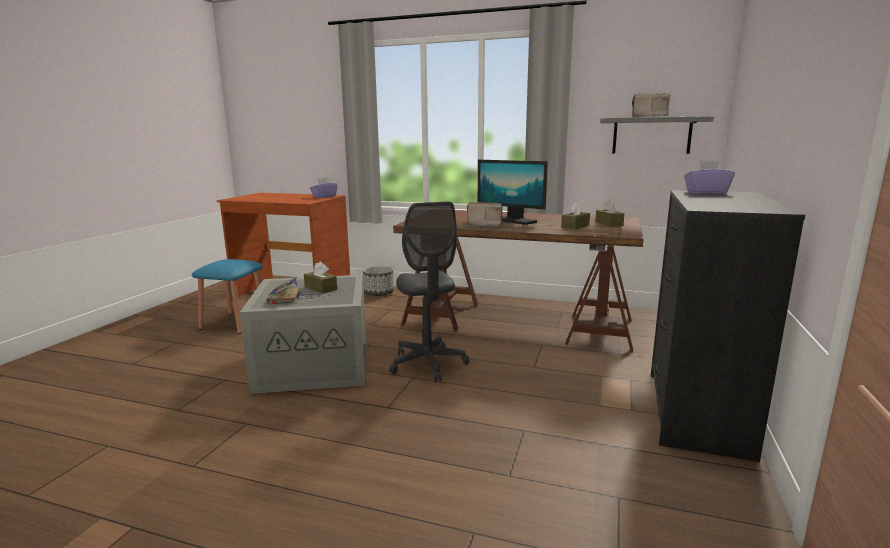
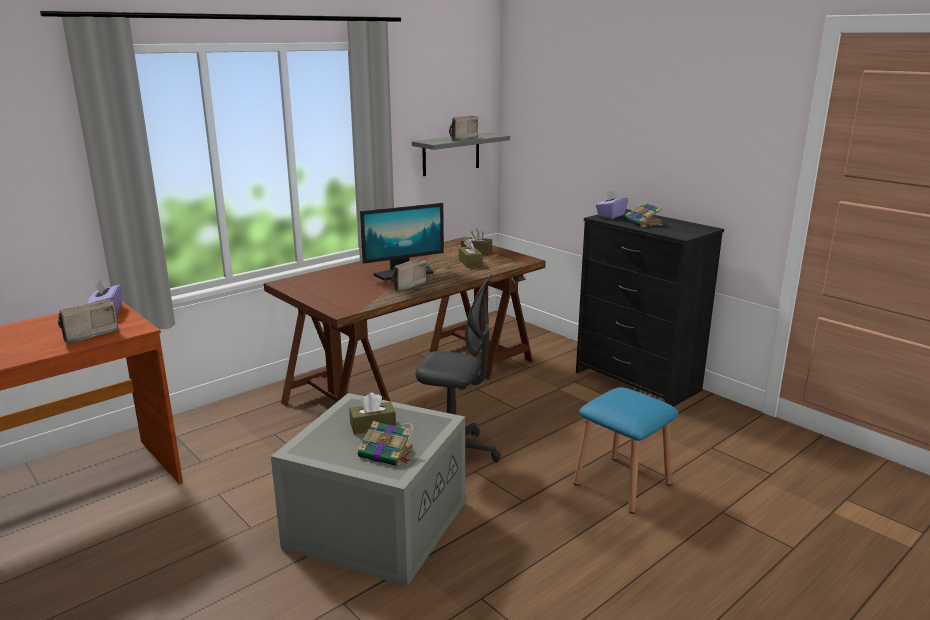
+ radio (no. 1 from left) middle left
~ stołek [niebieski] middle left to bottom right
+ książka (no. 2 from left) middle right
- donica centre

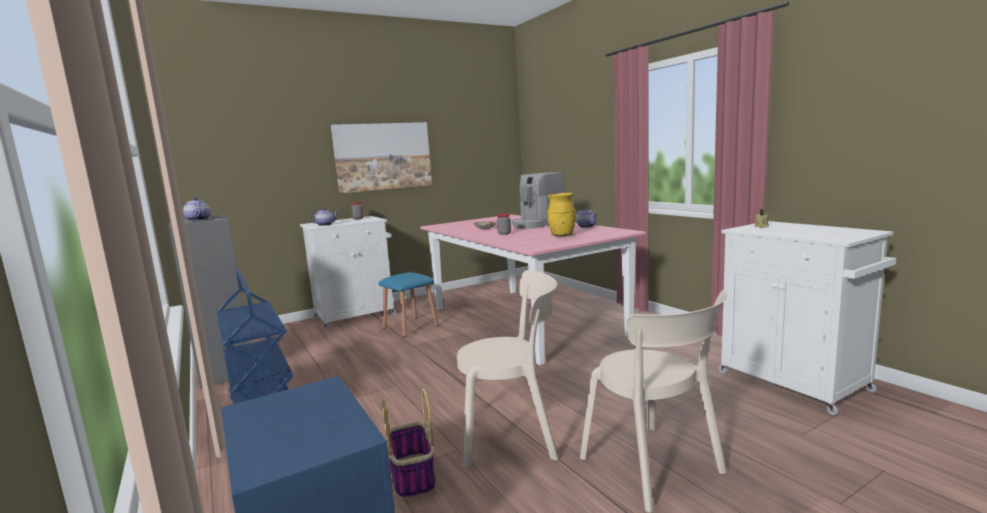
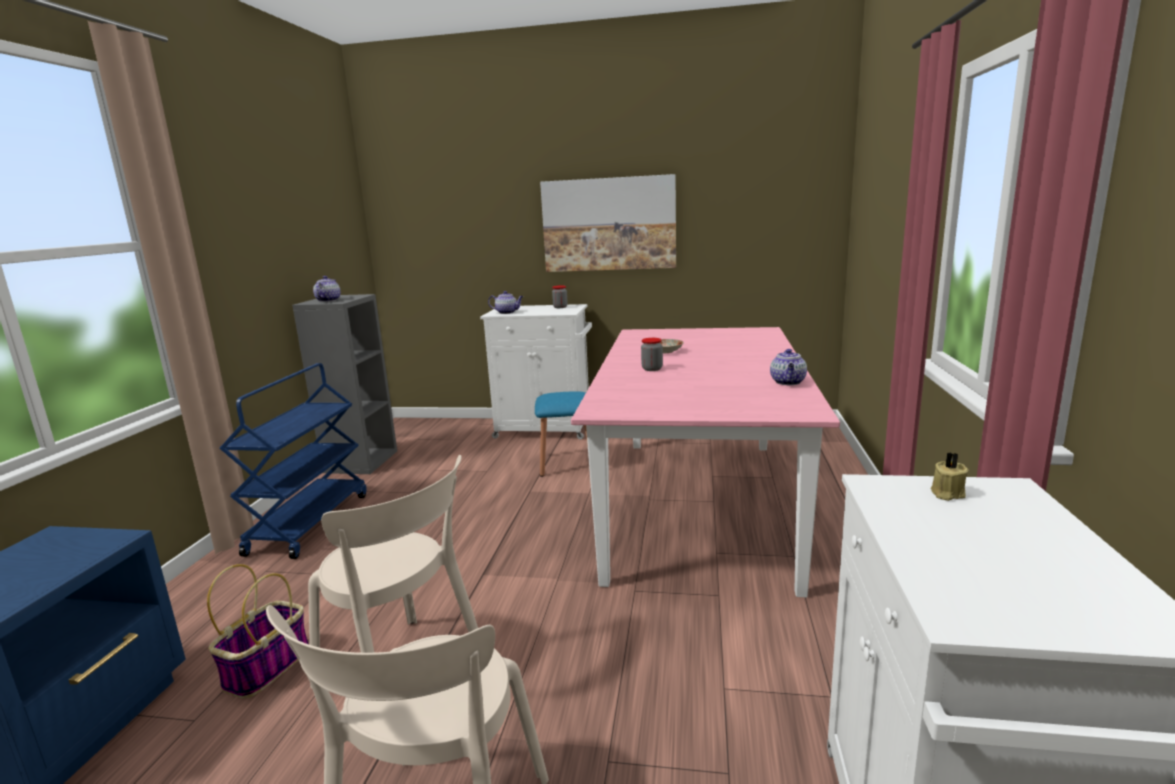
- ekspres do kawy centre
- wazon [żółty] centre

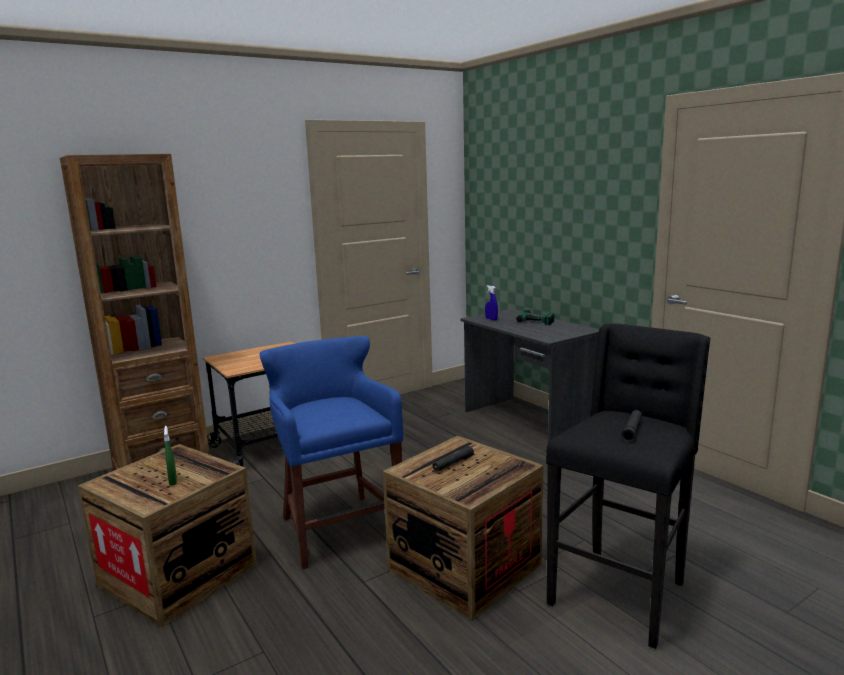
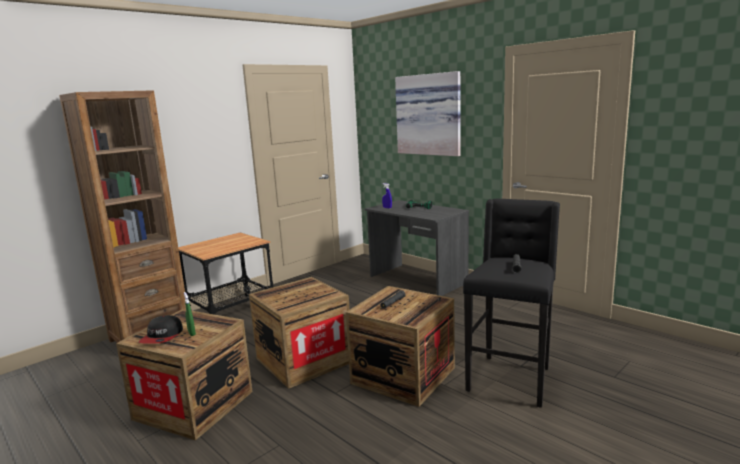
+ czapka z daszkiem bottom left
~ stołek [niebieski] bottom centre to skrzynka (no. 2 from left) bottom centre
+ obraz top centre

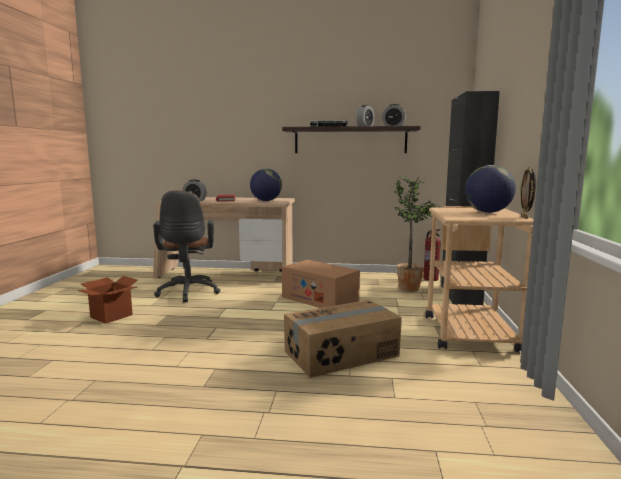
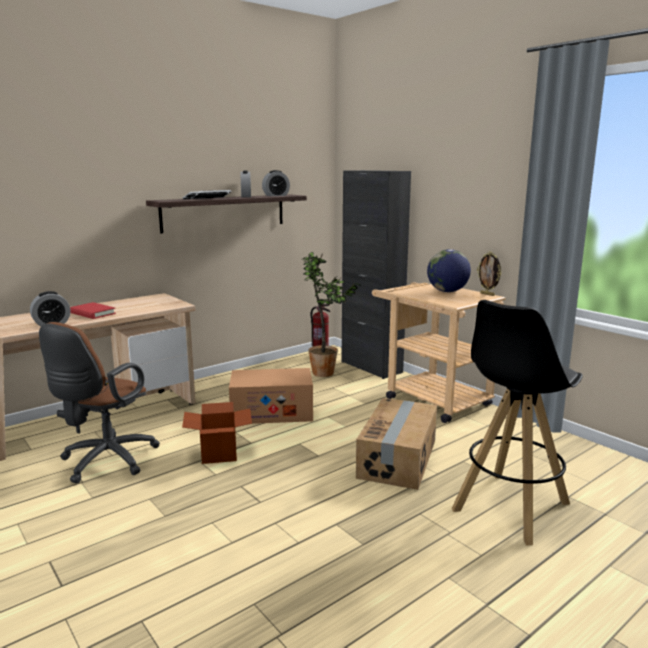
~ krzesło biurowe [brązowy] middle left = middle left 75 degrees clockwise
~ karton (no. 1 from left) middle left to bottom centre
+ stołek [czarny] middle right
- globus (no. 1 from left) centre

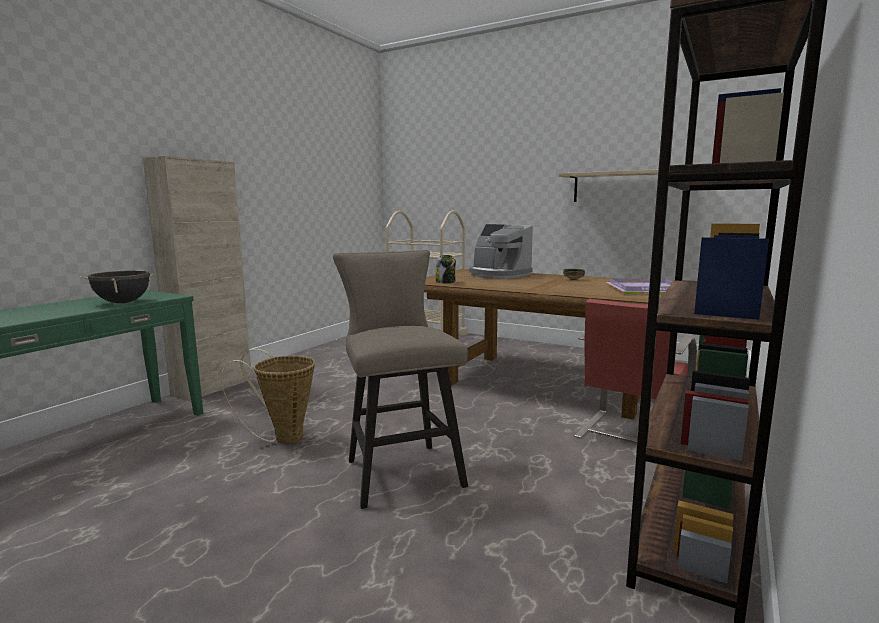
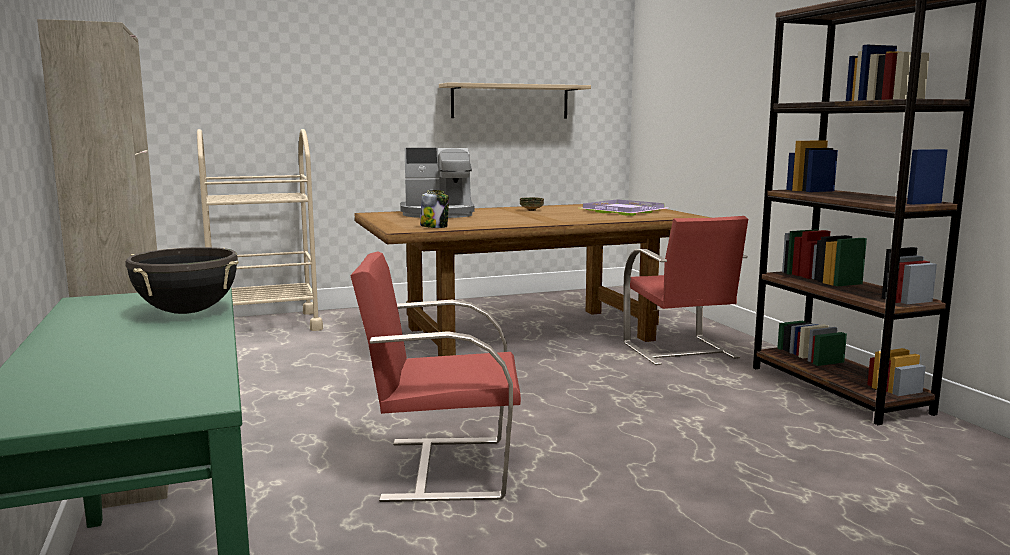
~ koszyk middle left to krzesło [czerwony] (no. 1 from left) bottom centre
- stołek [beżowy] centre

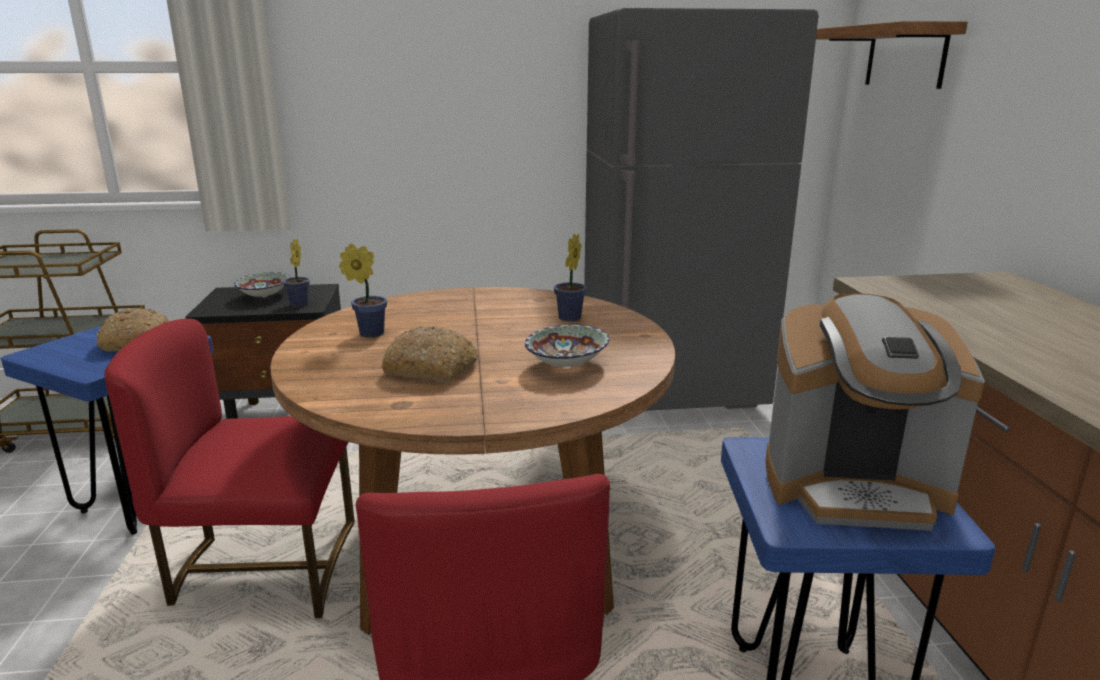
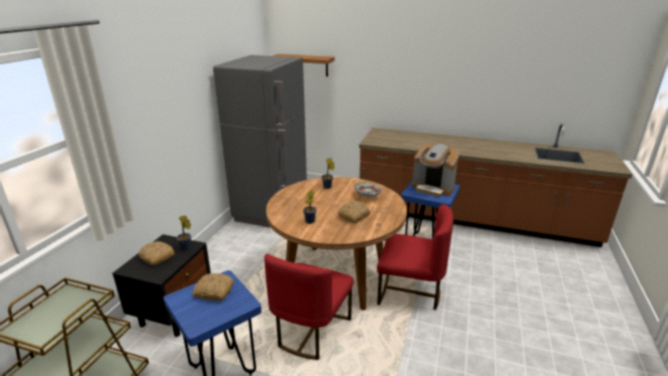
~ miska (no. 1 from left) middle left to chleb (no. 1 from left) bottom left
~ ekspres do kawy middle right = centre 90 degrees clockwise

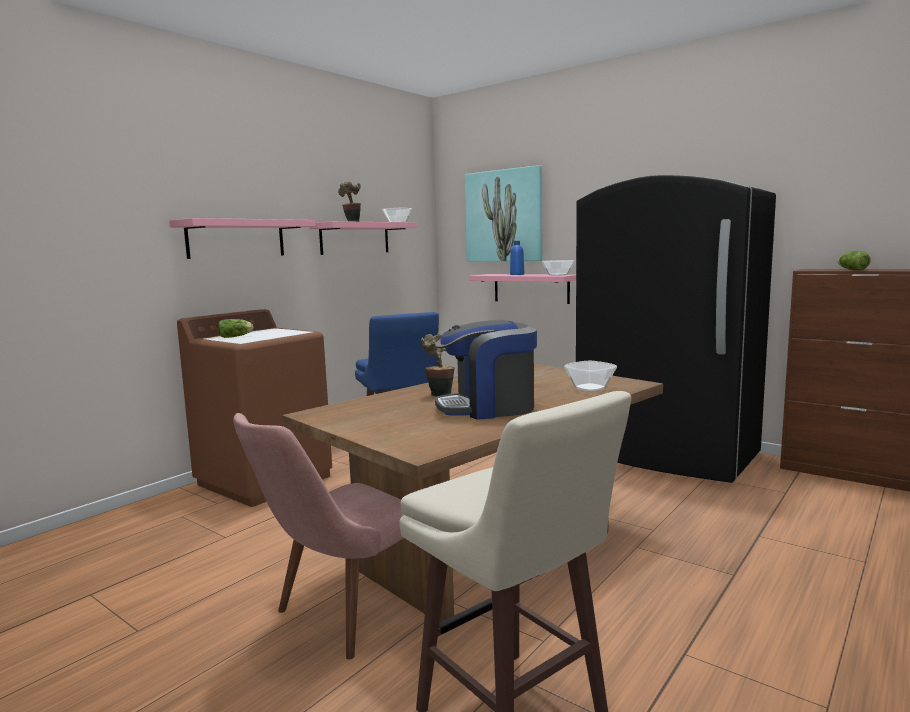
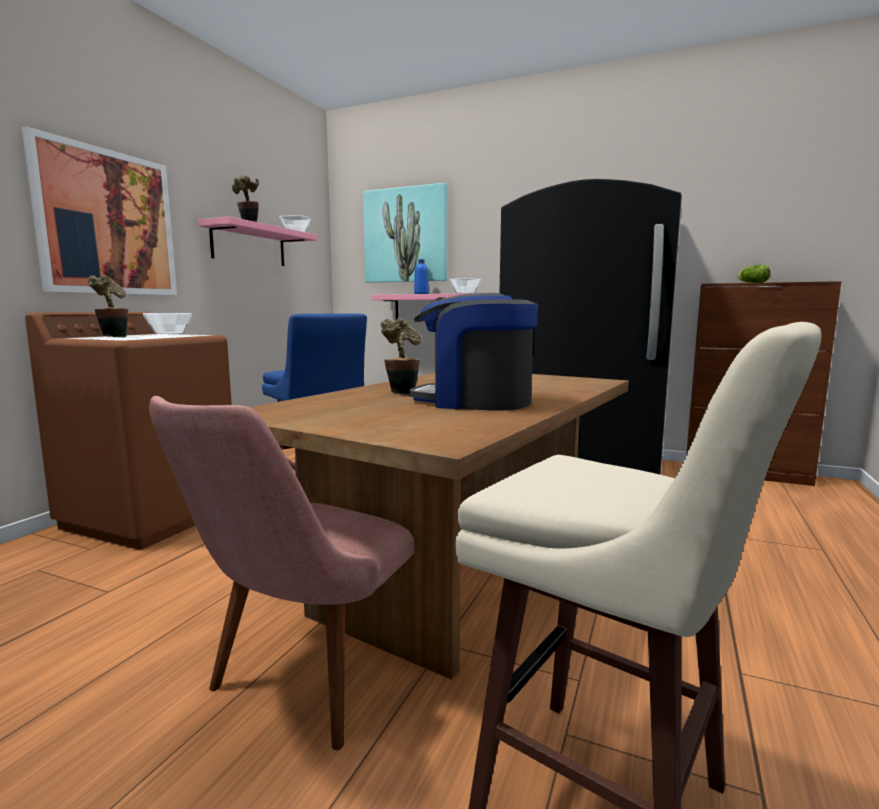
~ półka [różowy] (no. 1 from left) middle left to obraz (no. 1 from left) top left
~ sałata (no. 1 from left) middle left to roślina doniczkowa (no. 1 from left) middle left
~ miska (no. 3 from left in the first image) centre to miska (no. 1 from left) middle left
~ ekspres do kawy centre = centre 45 degrees clockwise

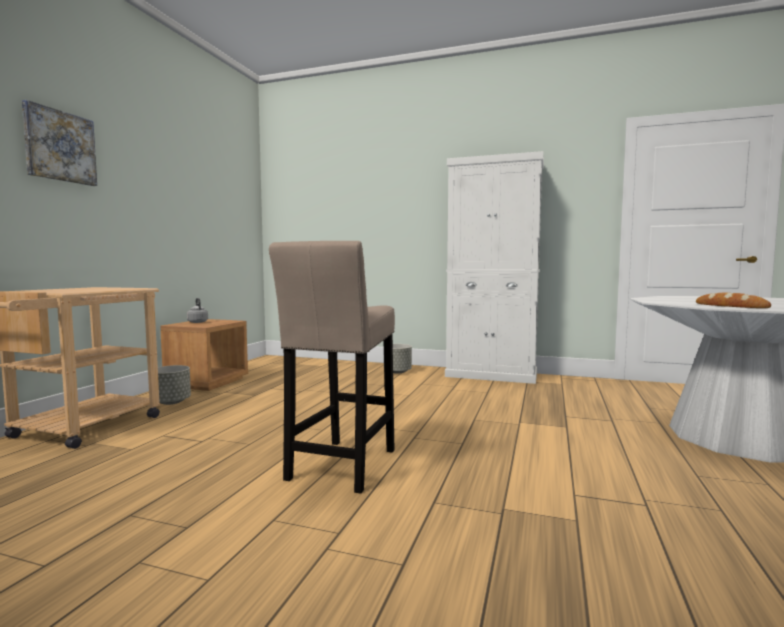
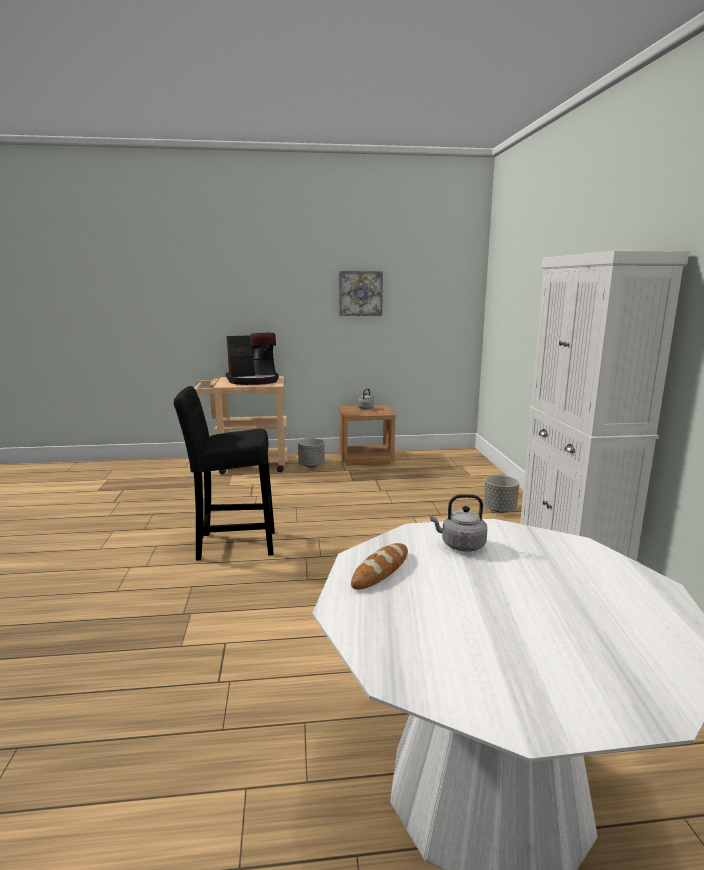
~ stołek [beżowy] centre to stołek [czarny] middle left
+ ekspres do kawy centre
~ obraz top left to centre
+ czajnik [szary] (no. 2 from left) centre

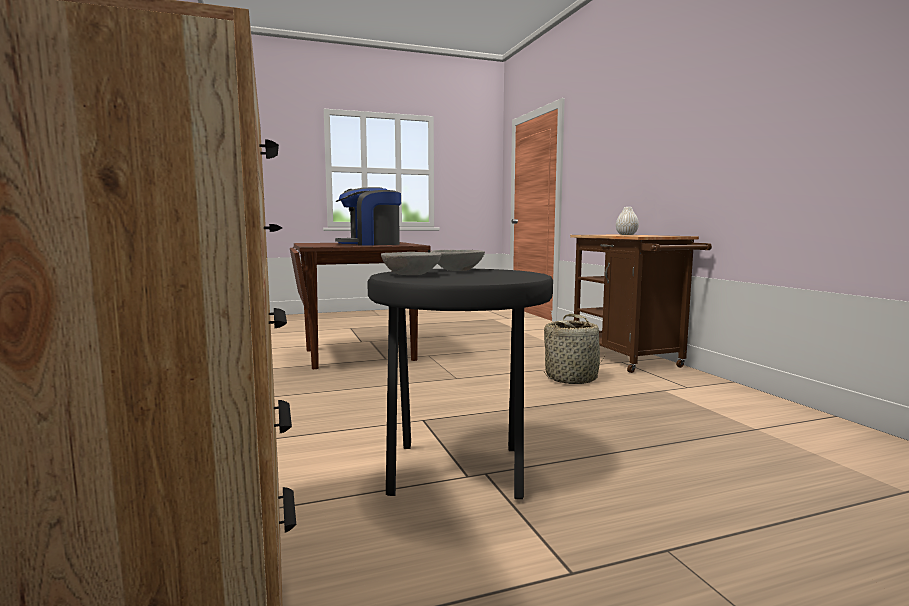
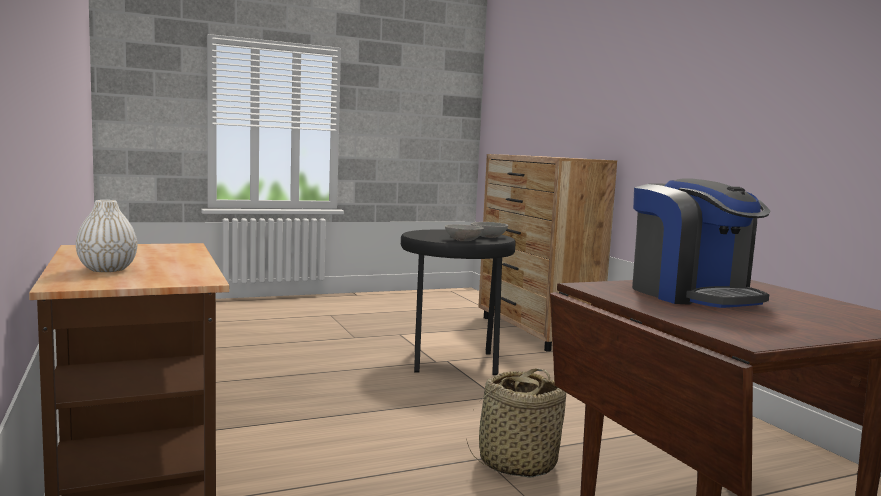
~ koszyk centre to bottom centre
~ ekspres do kawy centre = middle right 90 degrees clockwise

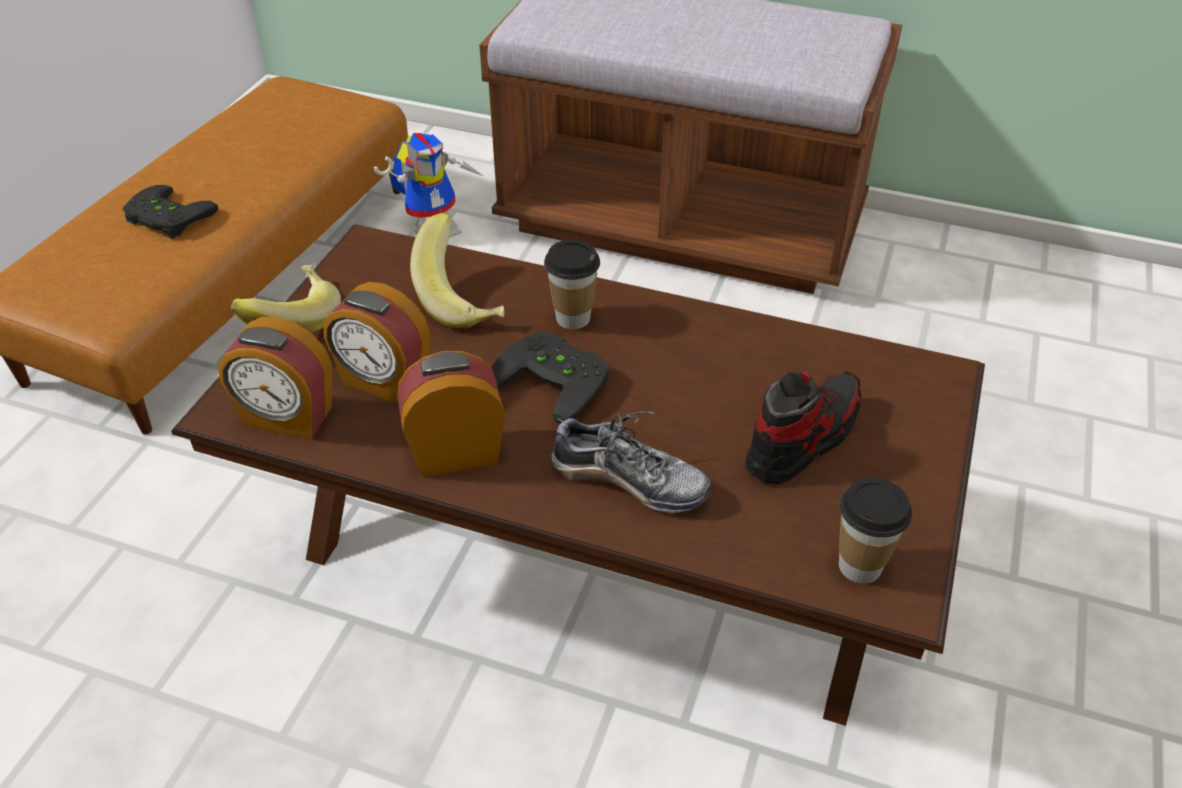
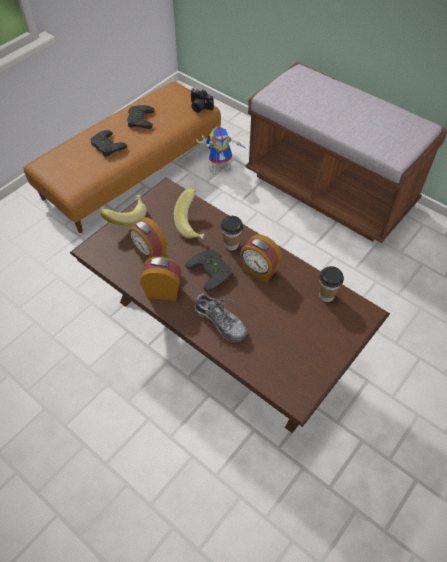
+ pad do gier [czarny] (no. 2 from left) top left
+ aparat fotograficzny top centre
~ budzik (no. 1 from left in the first image) middle left to budzik (no. 3 from left) centre
~ filiżanka (no. 2 from left) bottom right to middle right
- but (no. 2 from left) middle right

